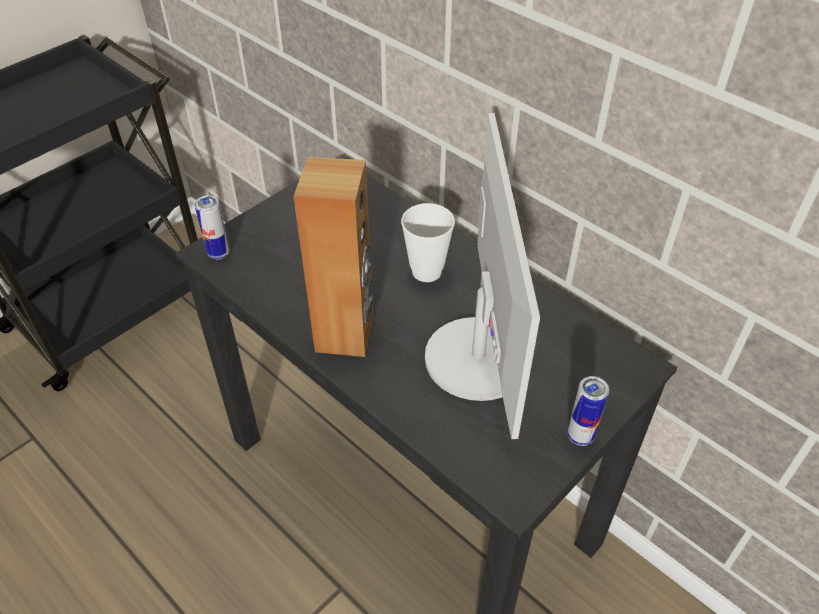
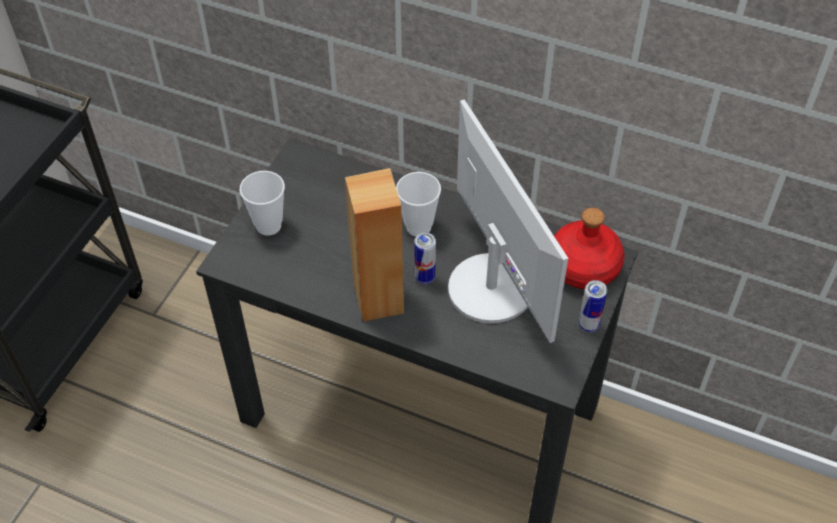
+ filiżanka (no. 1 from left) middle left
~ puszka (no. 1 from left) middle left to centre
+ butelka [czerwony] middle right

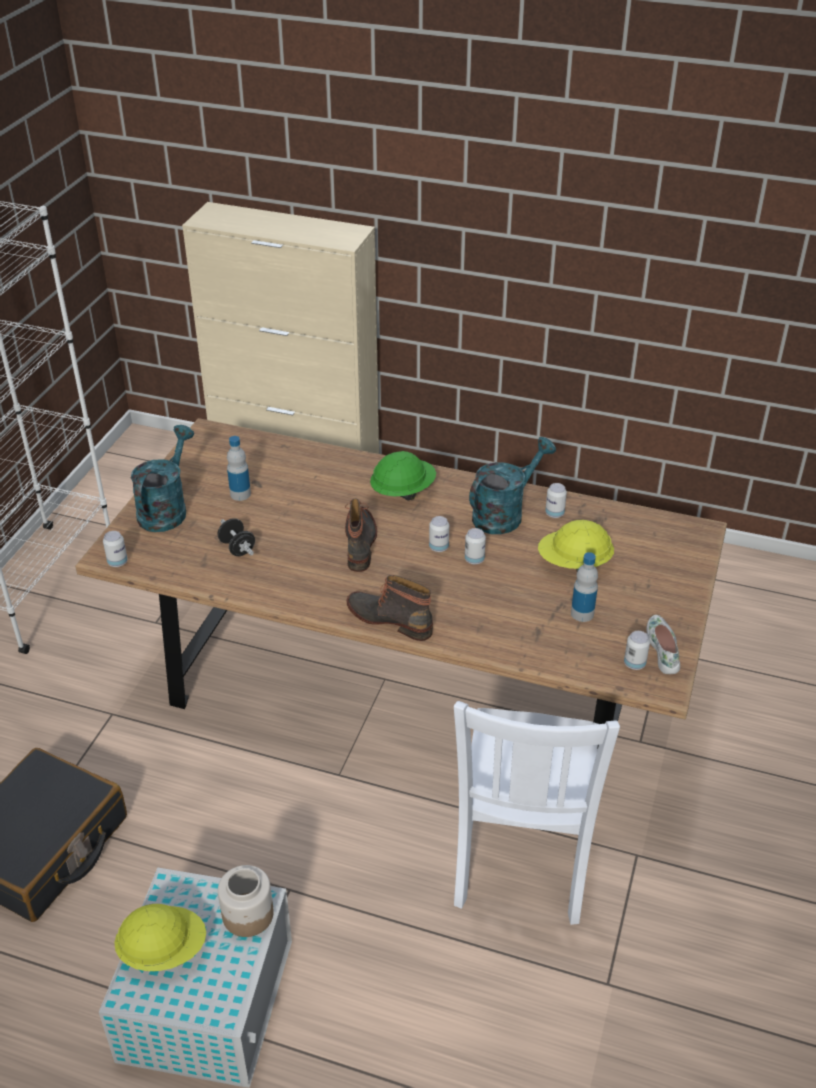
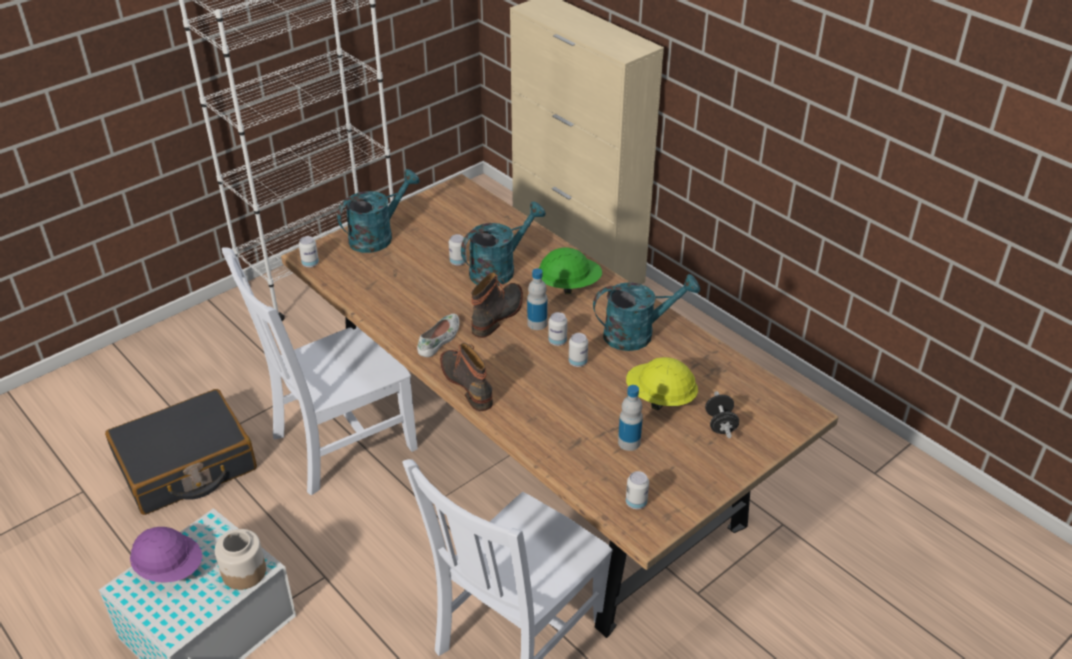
~ kask [żółty] (no. 1 from left) bottom left to kask [fioletowy] bottom left
+ krzesło [biały] (no. 1 from left) middle left
~ but [biały] middle right to centre
~ puszka (no. 4 from left in the first image) middle right to puszka (no. 2 from left) centre
+ konewka [turkusowy] (no. 2 from left) centre
~ butelka (no. 1 from left) middle left to centre
~ hantel [czarny] middle left to middle right

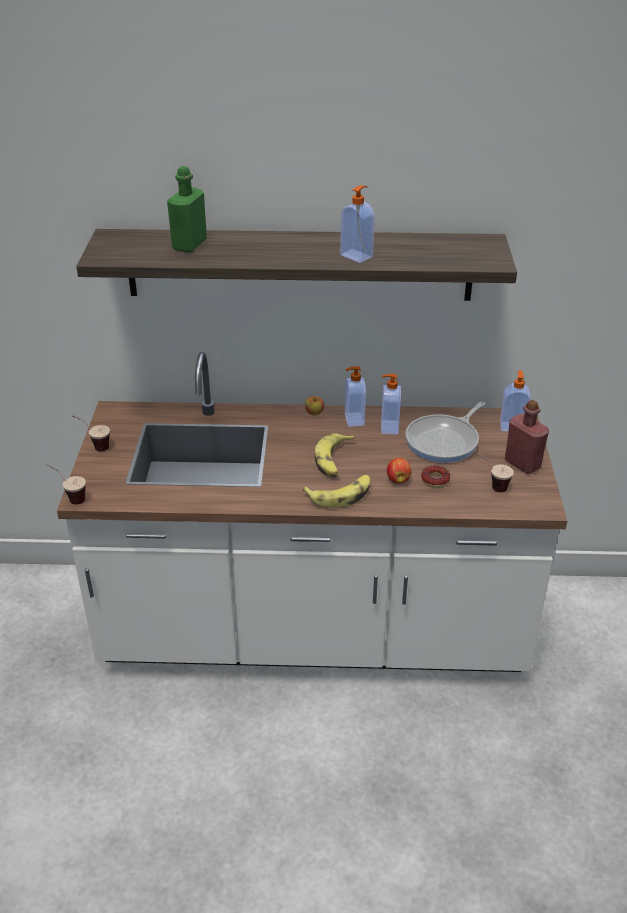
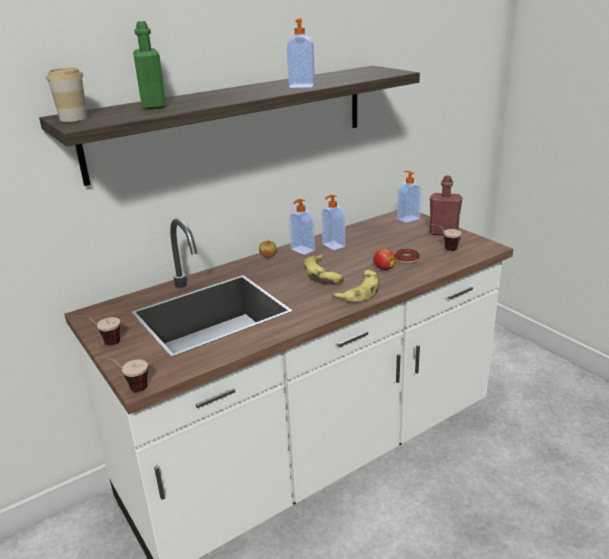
+ filiżanka (no. 1 from left) top left
- patelnia middle right

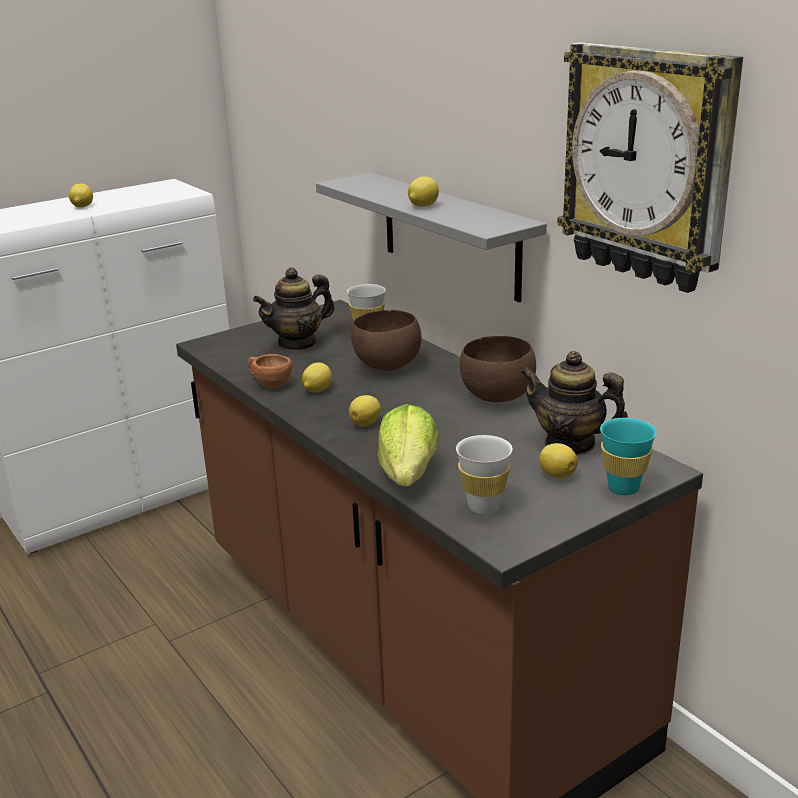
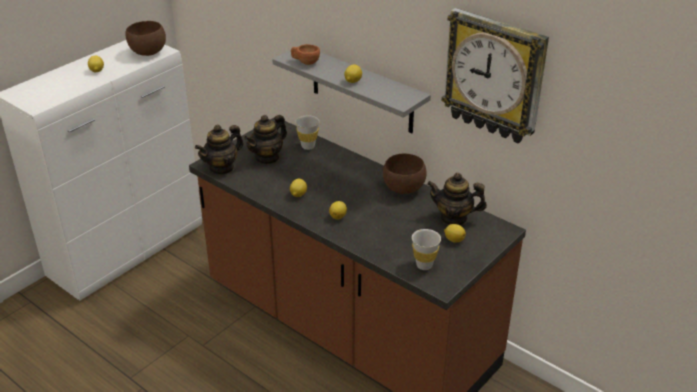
~ miska [brązowy] (no. 1 from left) centre to top left
+ imbryk (no. 1 from left) middle left
~ filiżanka [brązowy] centre to top centre
- sałata centre
- filiżanka [turkusowy] middle right

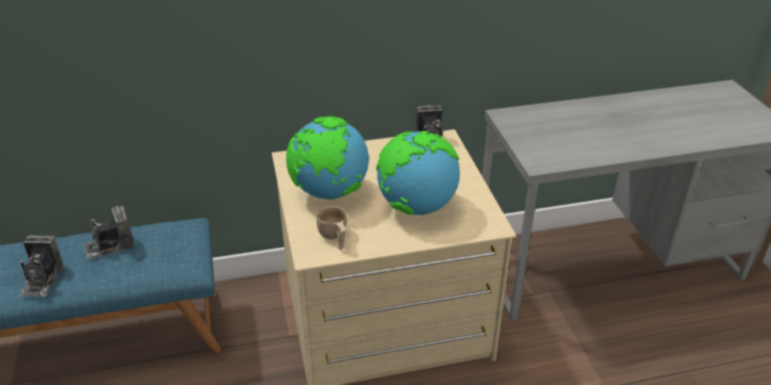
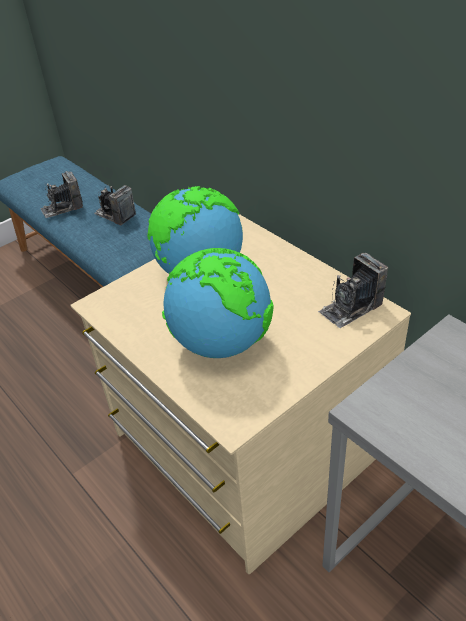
- filiżanka [beżowy] centre

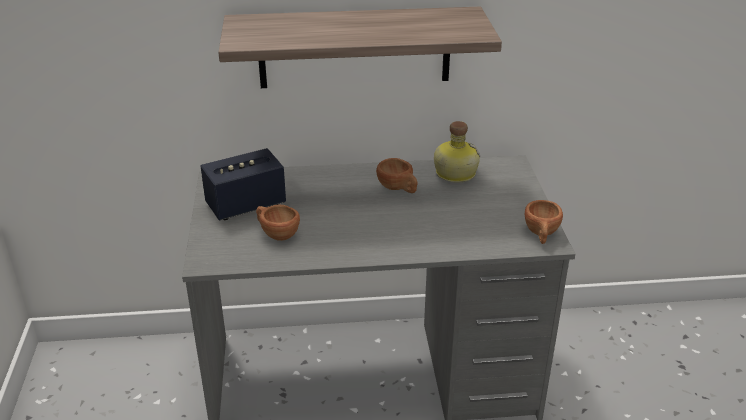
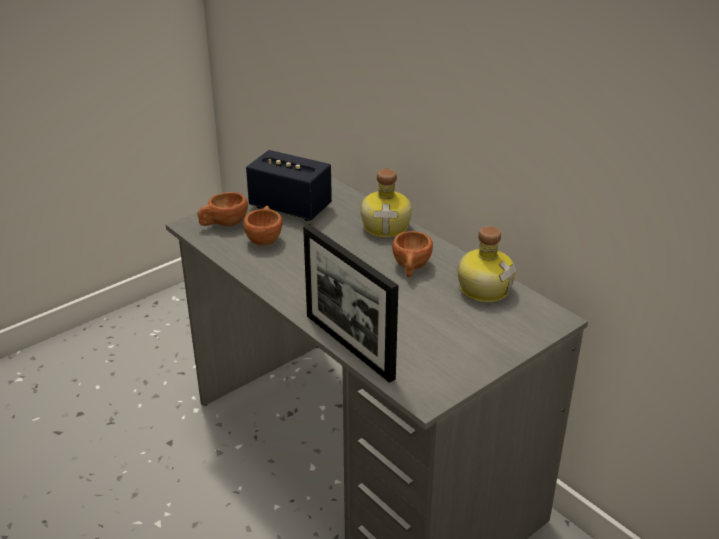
~ filiżanka [brązowy] (no. 3 from left in the first image) middle right to filiżanka [brązowy] (no. 1 from left) middle left
+ ramka na zdjęcie centre
+ butelka (no. 1 from left) centre
- półka top centre

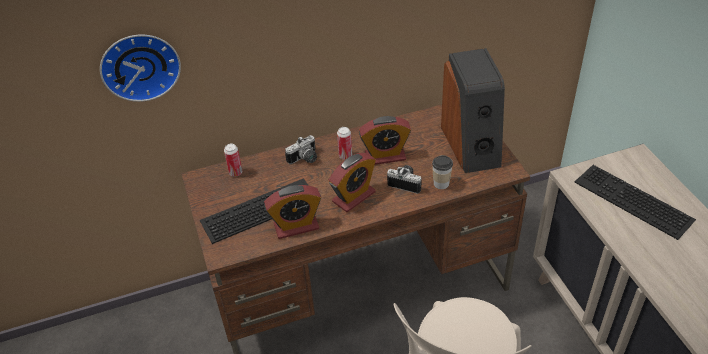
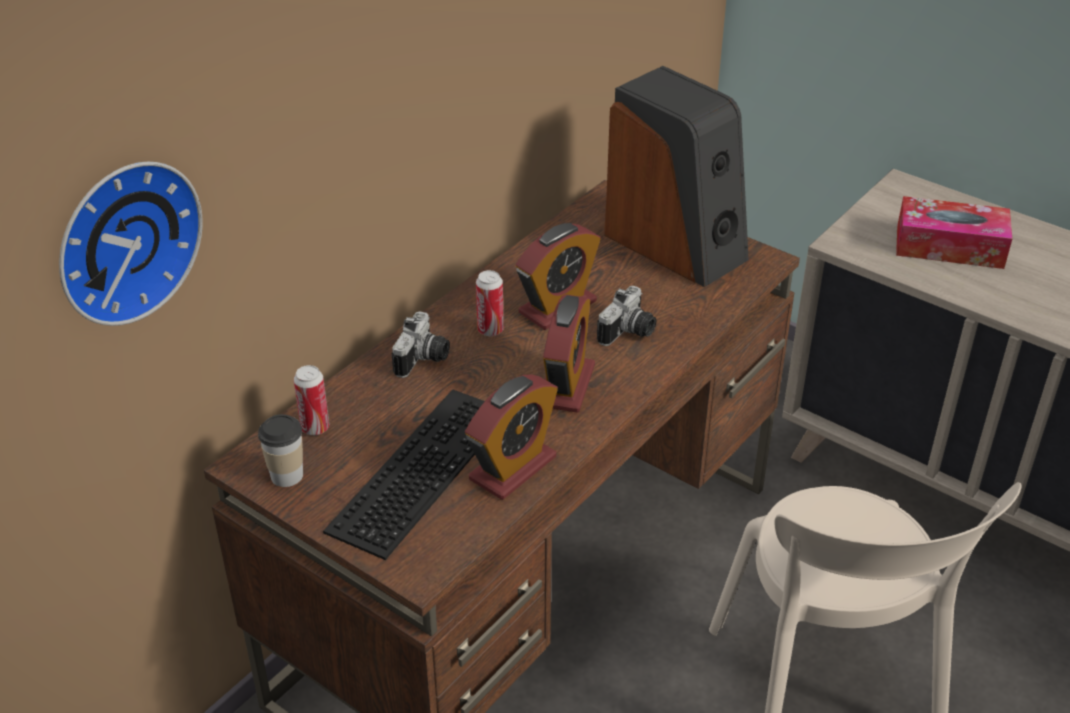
~ filiżanka centre to middle left
~ aparat fotograficzny (no. 2 from left) centre = centre 135 degrees clockwise
~ klawiatura (no. 2 from left) middle right to pudełko chusteczek top right

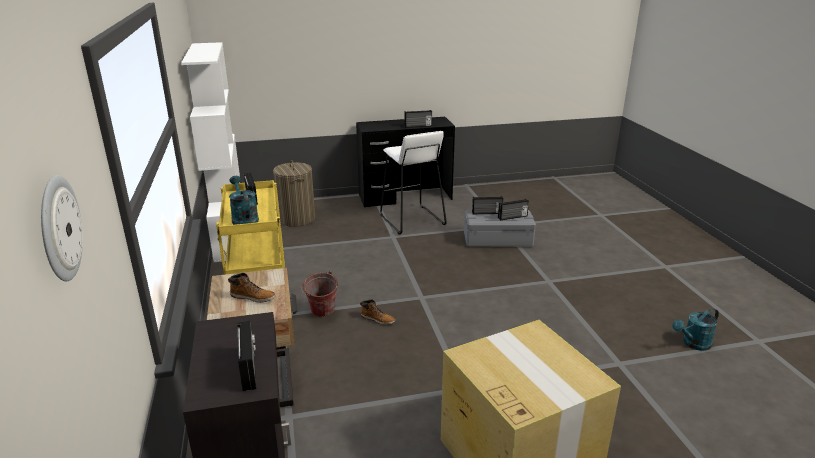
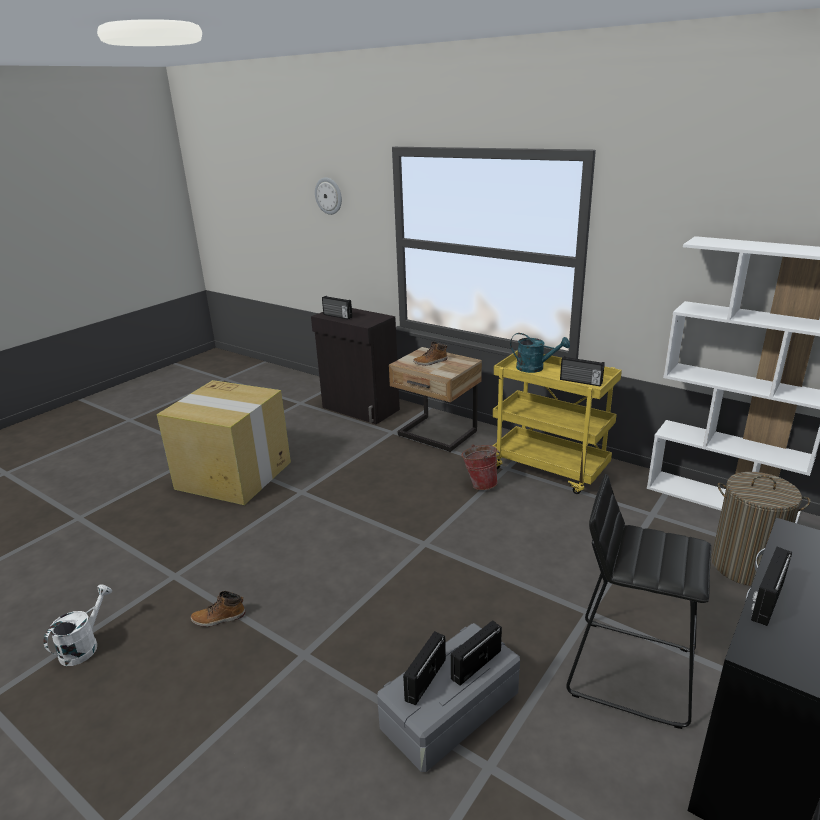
~ konewka [turkusowy] (no. 2 from left) bottom right to konewka [biały] bottom left
~ but z cholewką (no. 2 from left in the first image) bottom centre to but z cholewką (no. 1 from left) bottom left
~ stołek [biały] centre to stołek [czarny] bottom right

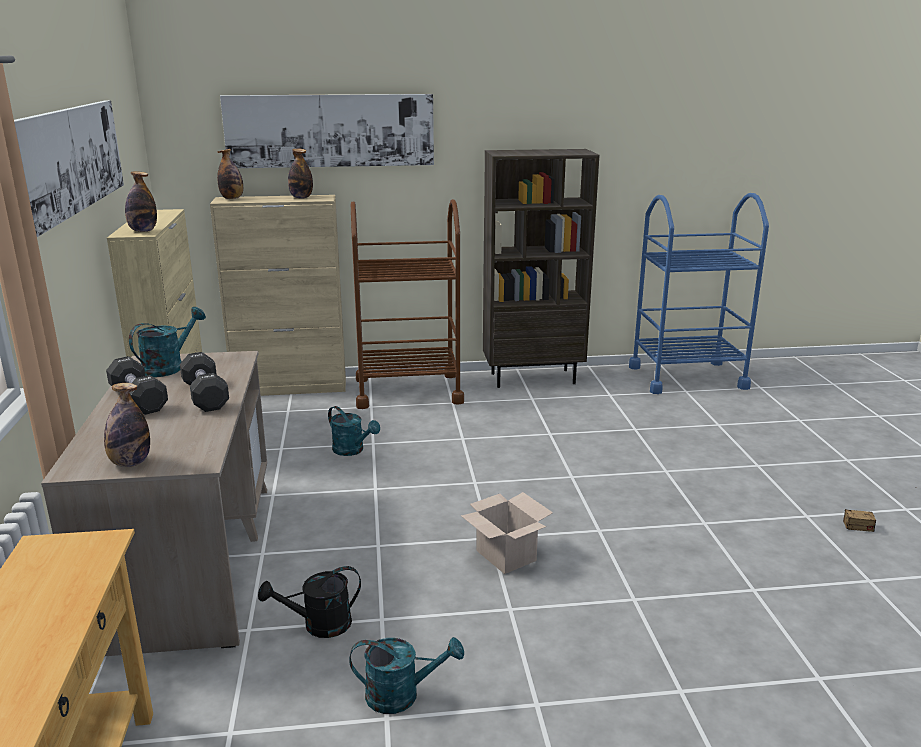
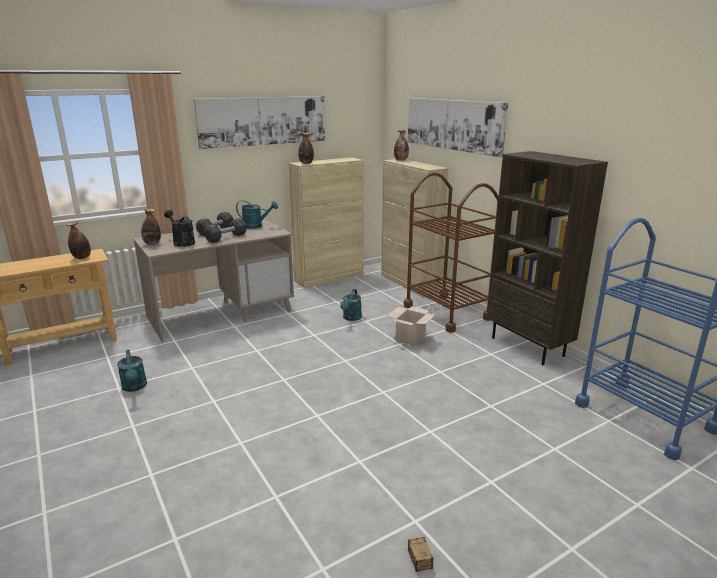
~ butelka (no. 4 from left in the first image) top left to butelka (no. 1 from left) middle left
~ konewka [czarny] bottom centre to middle left
~ karton bottom centre to centre

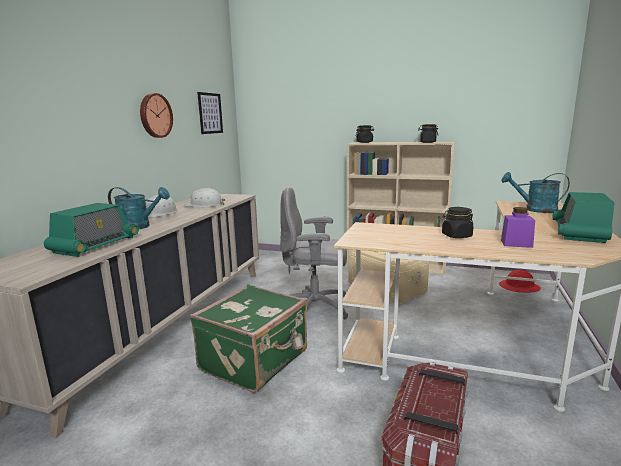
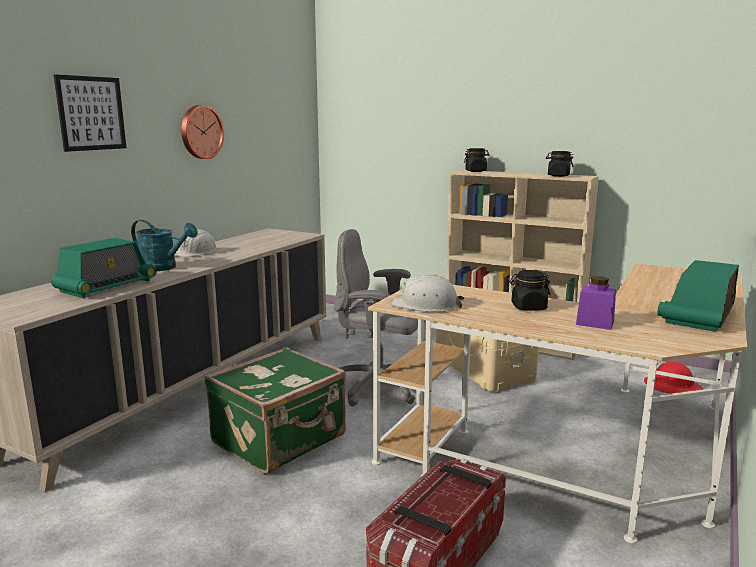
~ obraz top centre to top left
~ kask [biały] (no. 2 from left) middle left to centre
- konewka [turkusowy] (no. 2 from left) middle right

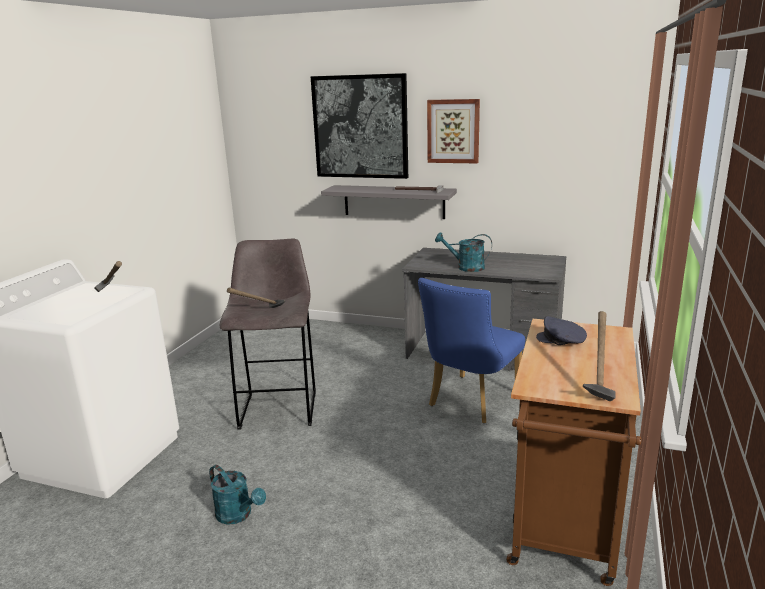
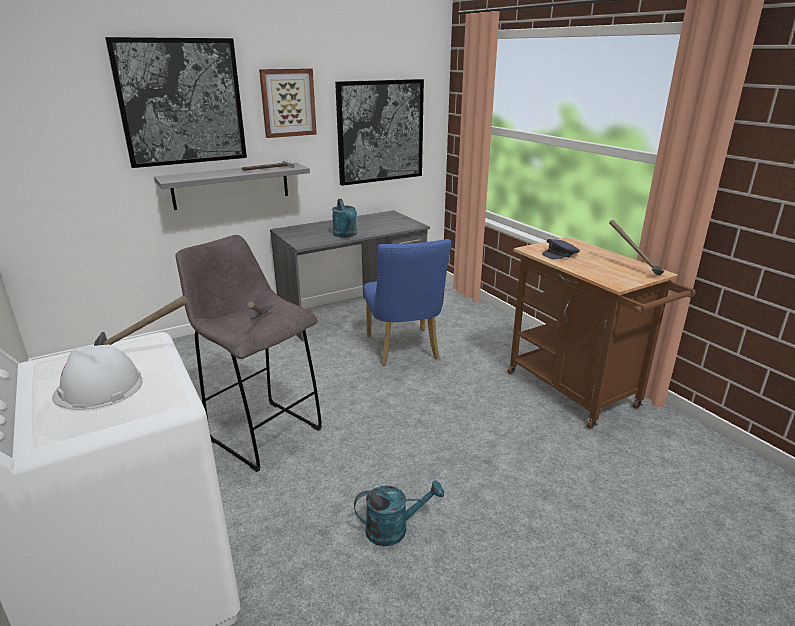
+ kask [biały] middle left
~ konewka [turkusowy] (no. 2 from left in the first image) centre = centre 75 degrees counterclockwise
+ obraz (no. 3 from left) top centre

